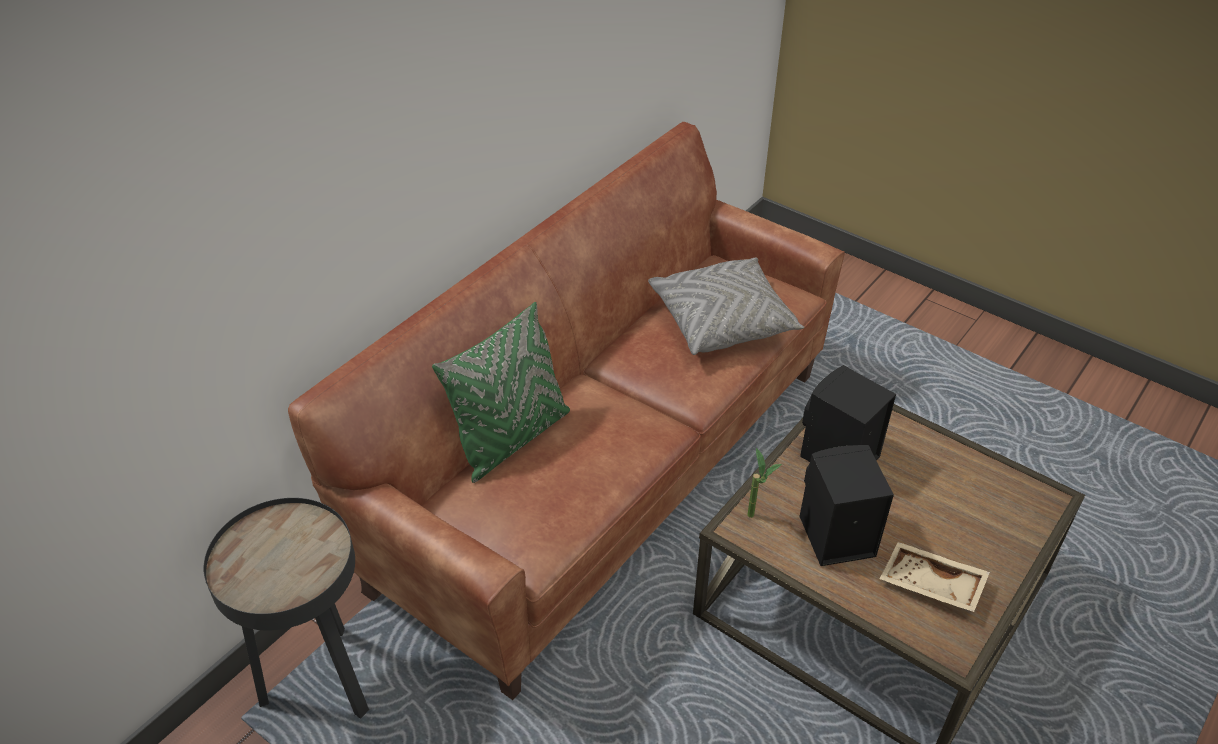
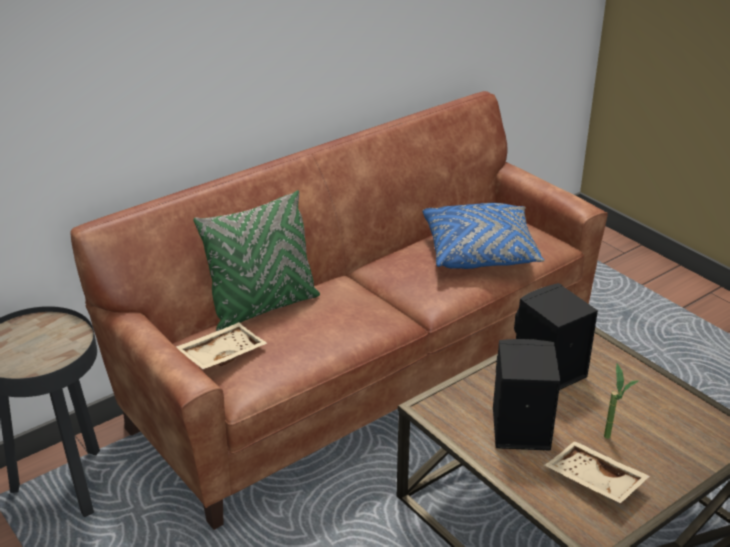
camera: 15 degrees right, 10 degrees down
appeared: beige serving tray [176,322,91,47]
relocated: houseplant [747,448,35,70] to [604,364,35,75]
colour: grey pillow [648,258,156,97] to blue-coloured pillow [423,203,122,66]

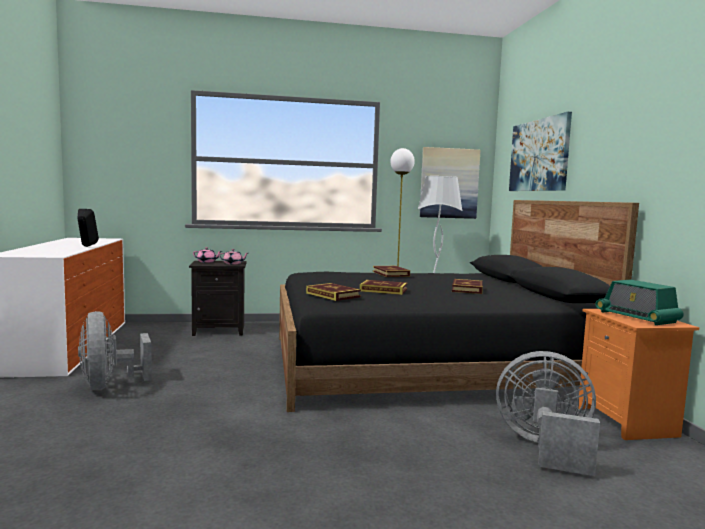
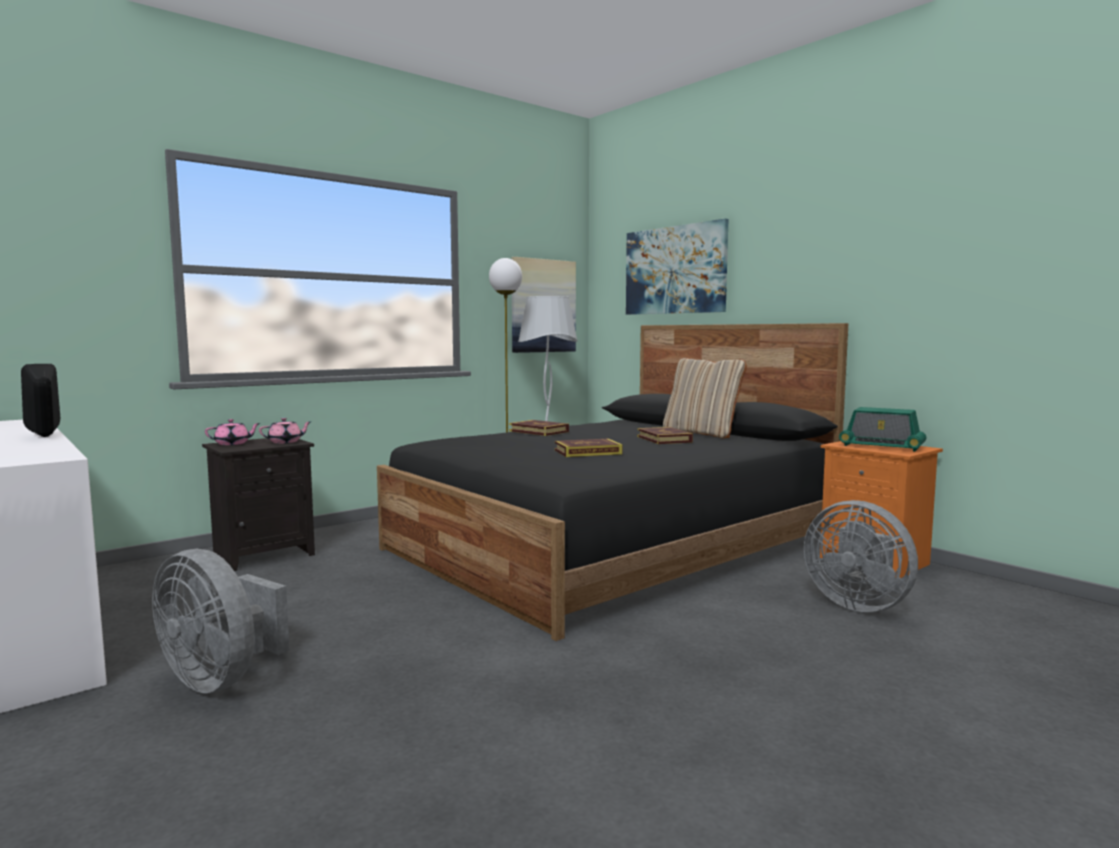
camera: 30 degrees left, 0 degrees up
missing: book [306,283,55,18]
appeared: beige pillow [663,358,84,80]
spun: grey electric fan [496,351,104,125] = [804,500,114,112] 120 degrees counterclockwise

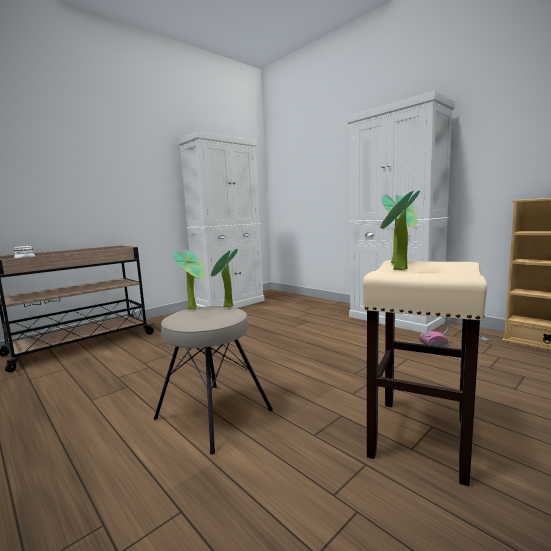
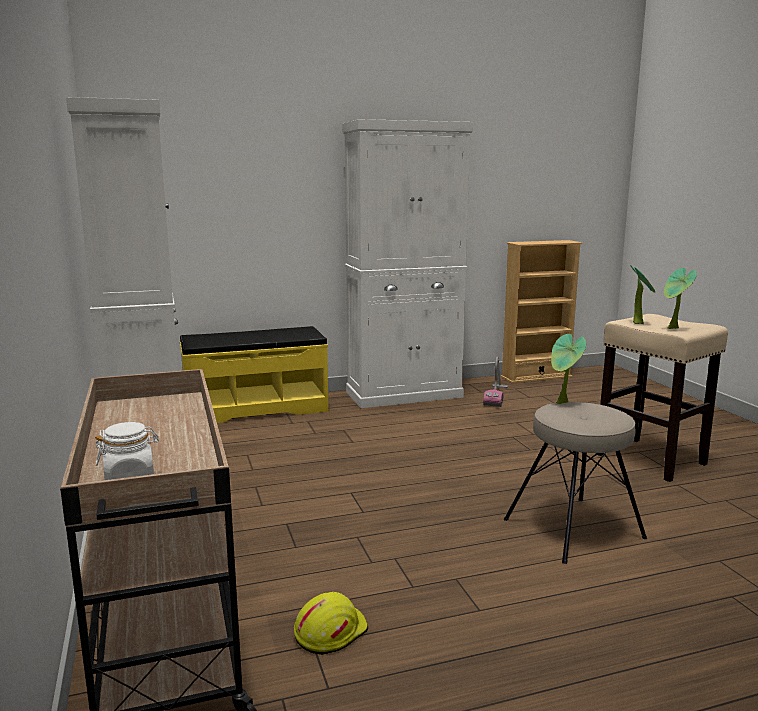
camera: 65 degrees left, 5 degrees up
missing: houseplant [173,250,32,60]
appeared: yellow indoor bench [180,326,149,97]; yellow work helmet [294,592,74,63]

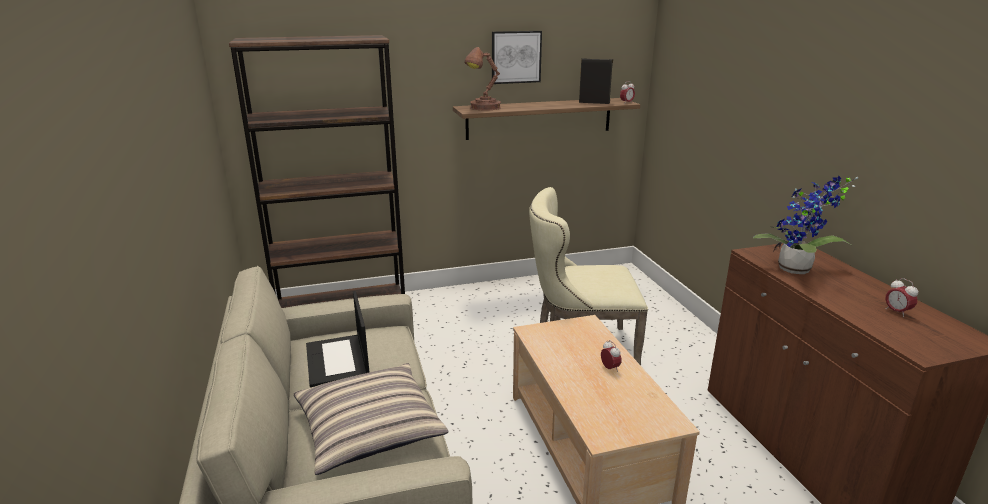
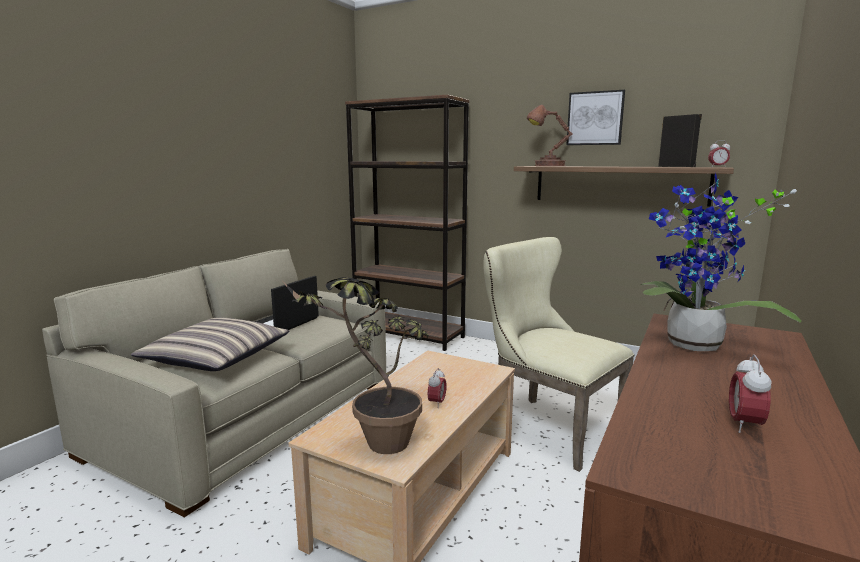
camera: 45 degrees right, 10 degrees down
appeared: houseplant [283,277,146,177]

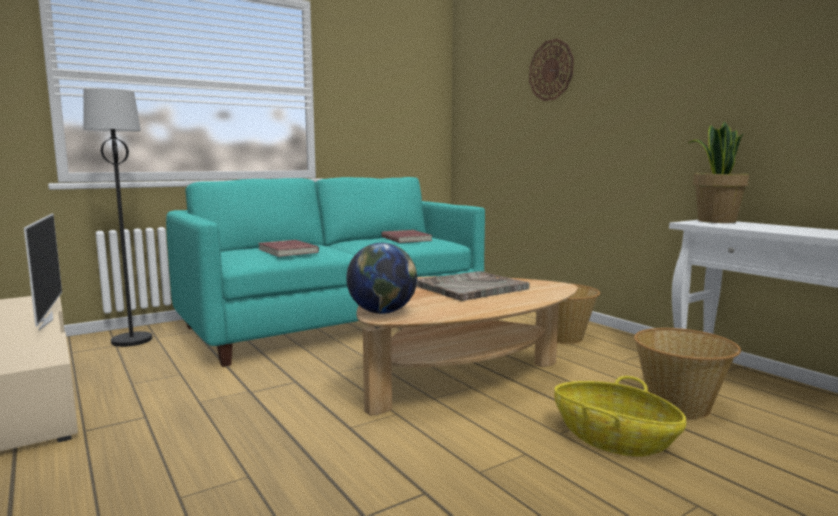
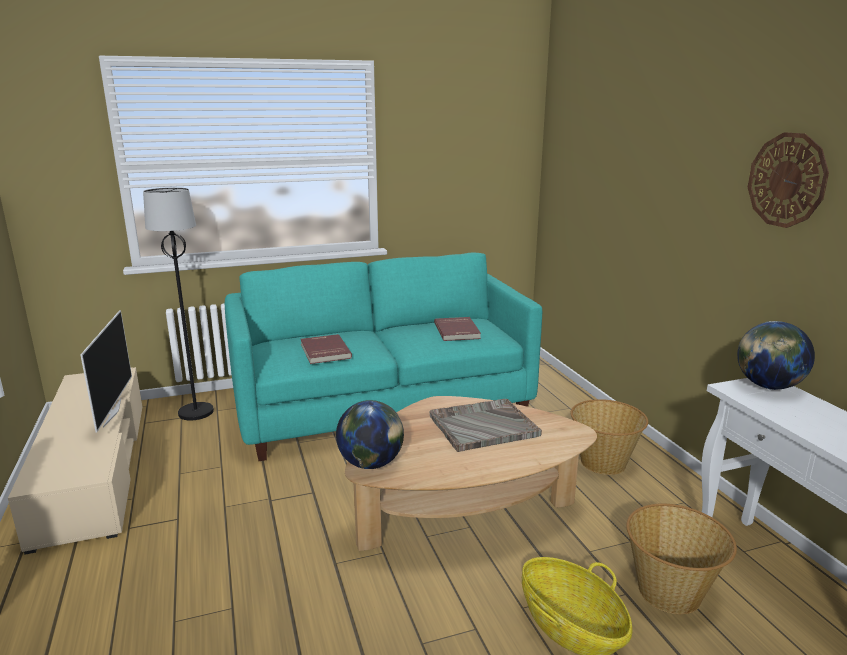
camera: 15 degrees right, 10 degrees up
relocated: hanging clock [529,39,45,62] to [748,132,81,96]
exchanged: houseplant [689,122,60,101] to world globe [737,321,78,69]

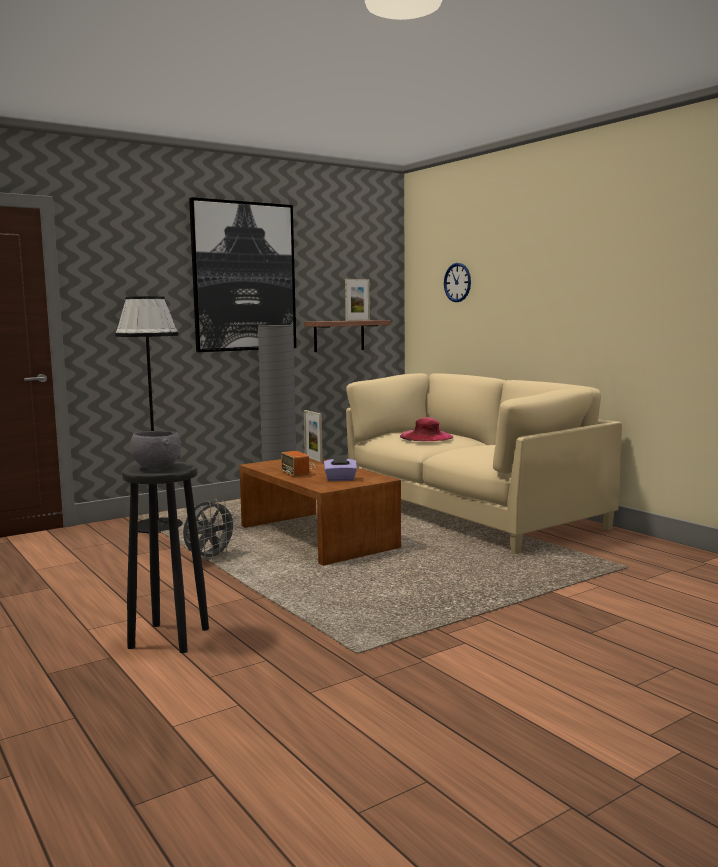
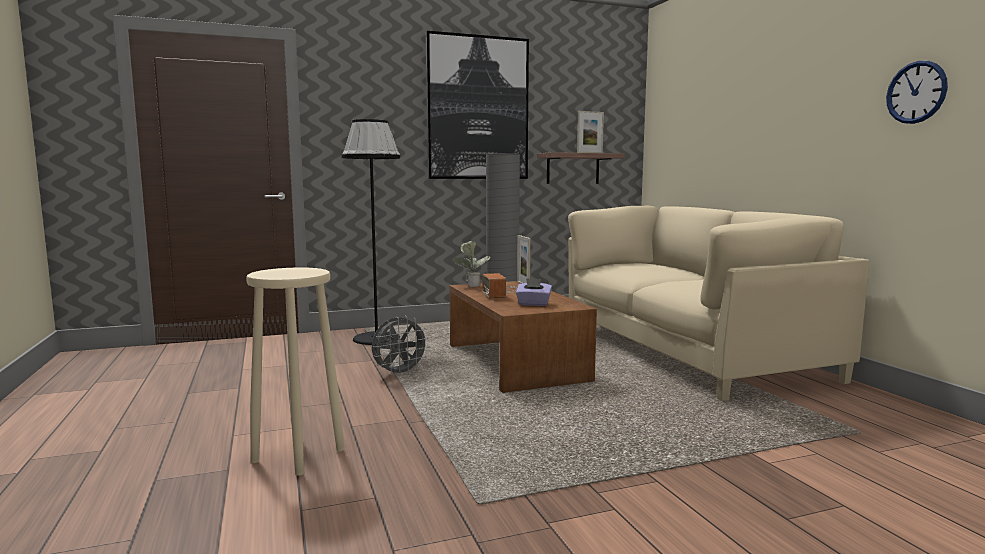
camera: 15 degrees right, 0 degrees up
missing: grey serving bowl [130,431,52,38]; pink-coloured wearable hat [400,417,53,24]
appeared: houseplant [453,241,37,46]
relocated: hanging clock [444,263,27,39] to [886,61,62,63]
colour: blackish sitting stool [121,461,88,192] to beige sitting stool [246,267,99,209]

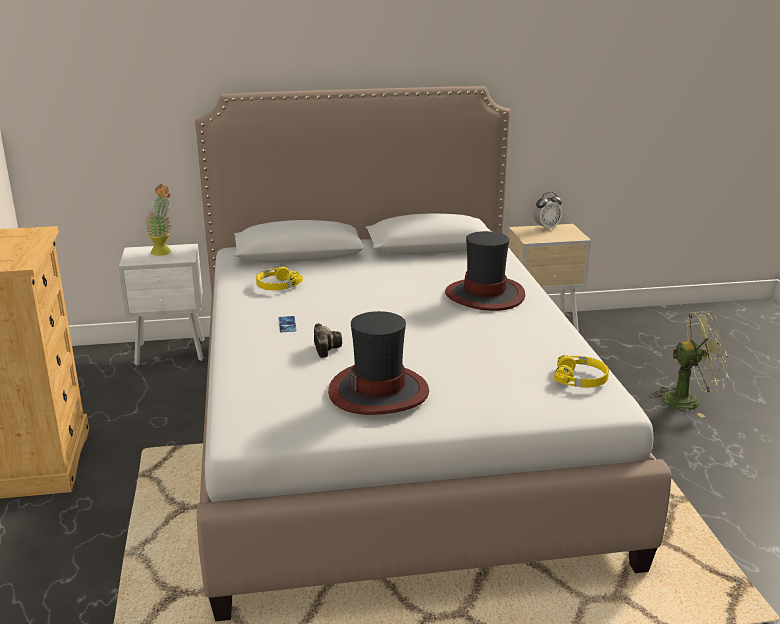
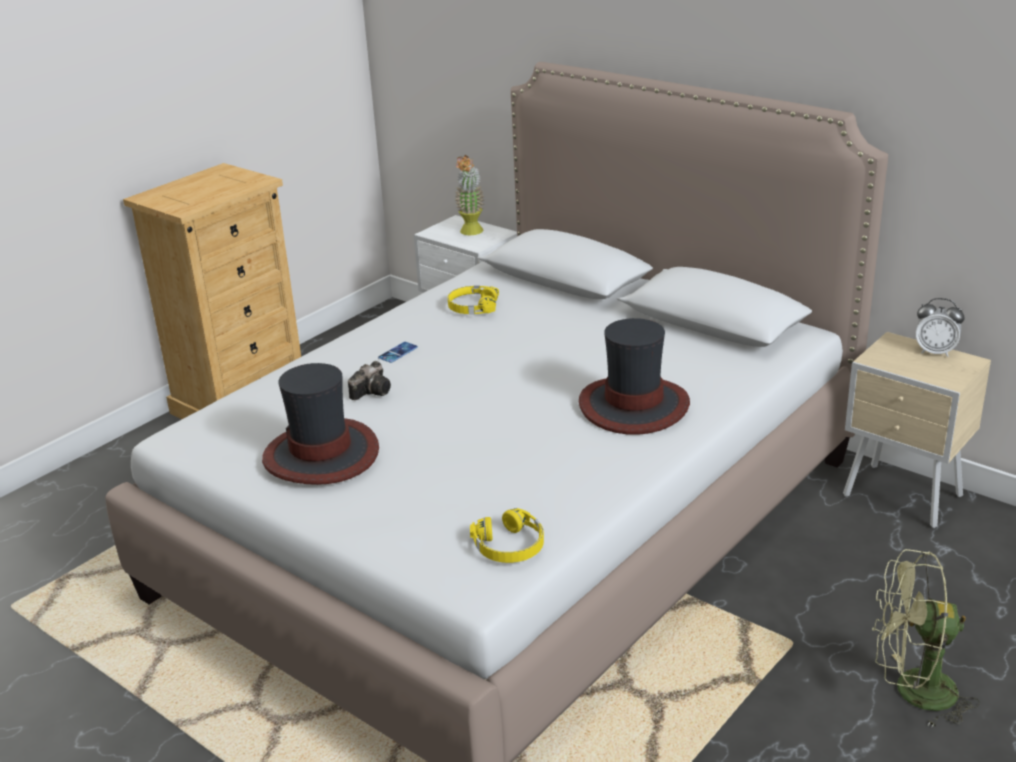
camera: 50 degrees right, 5 degrees up
spun: green-coloured electric fan [649,311,79,107] = [872,549,108,179] 135 degrees clockwise

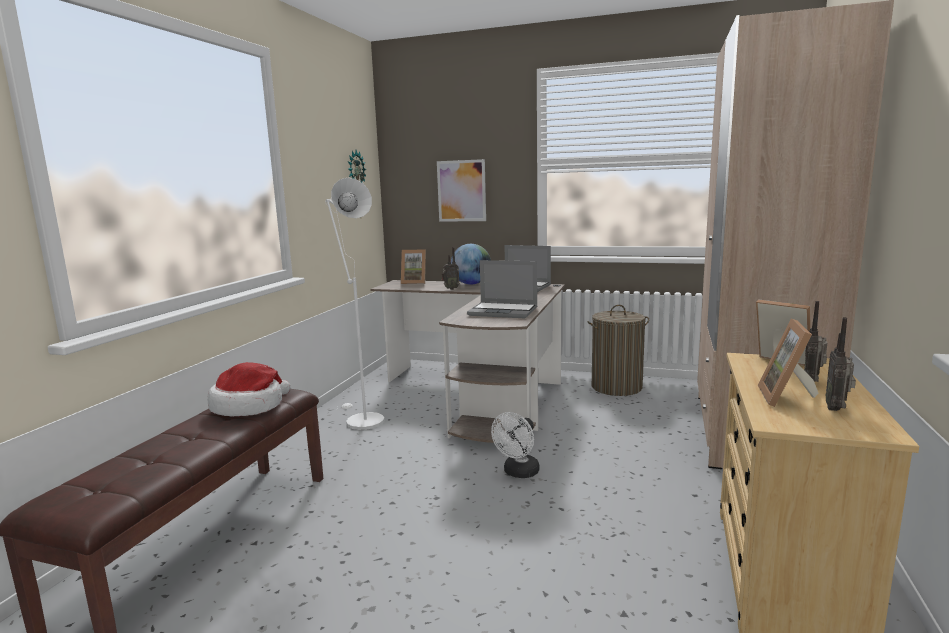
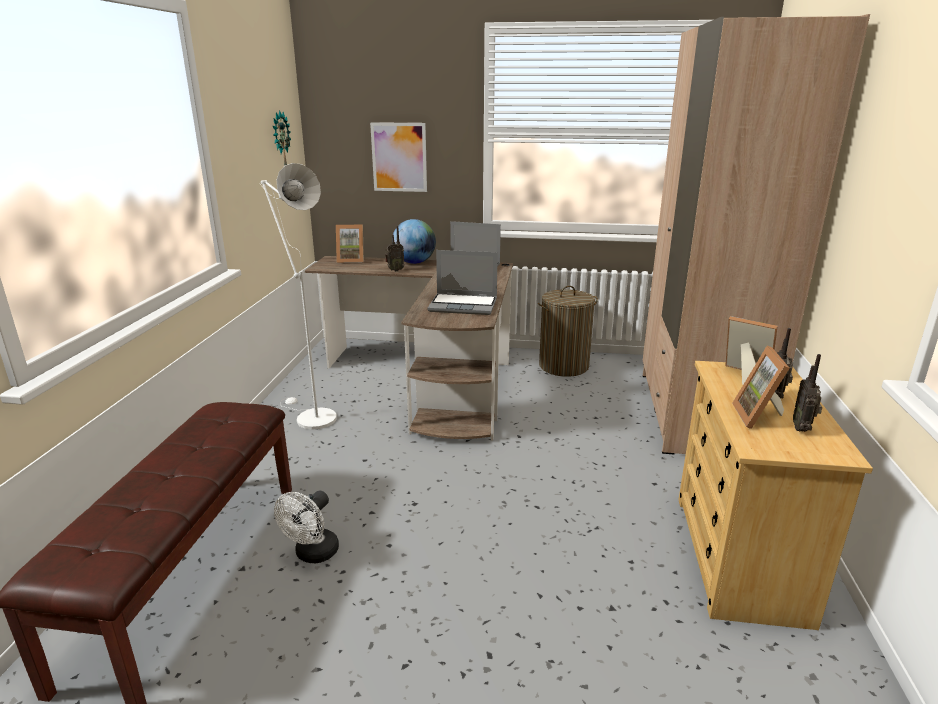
camera: 10 degrees left, 10 degrees up
missing: wearable hat [208,362,82,54]
relocated: white electric fan [491,412,48,66] to [274,491,65,72]

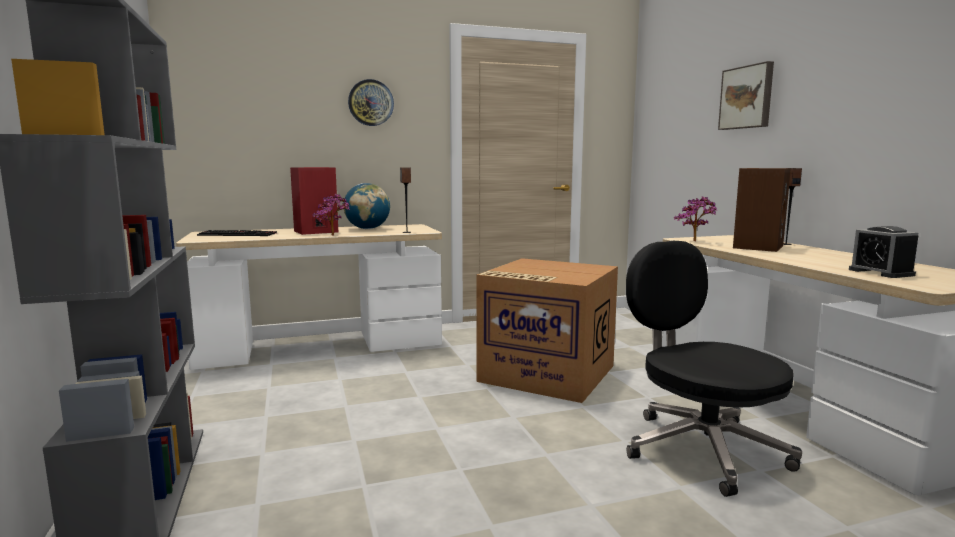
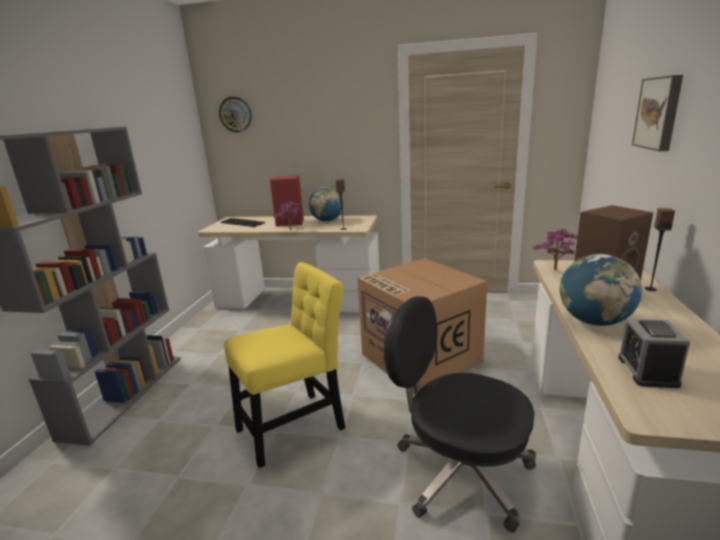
camera: 30 degrees right, 10 degrees up
appeared: yellow chair [224,262,121,206]; world globe [560,254,82,72]
relocated: hanging clock [348,79,46,47] to [219,97,33,35]
spun: blackish computer chair [626,241,176,256] = [384,296,152,237] 60 degrees counterclockwise

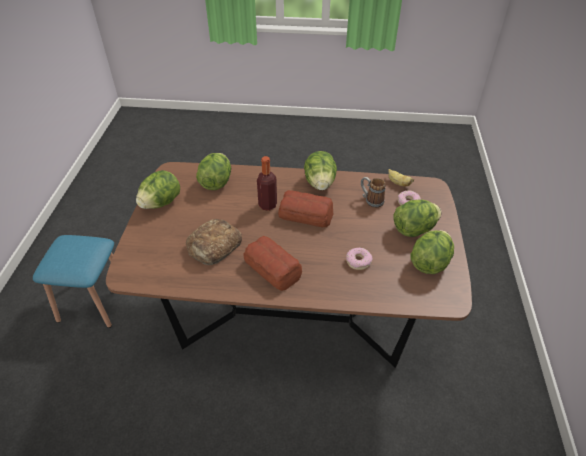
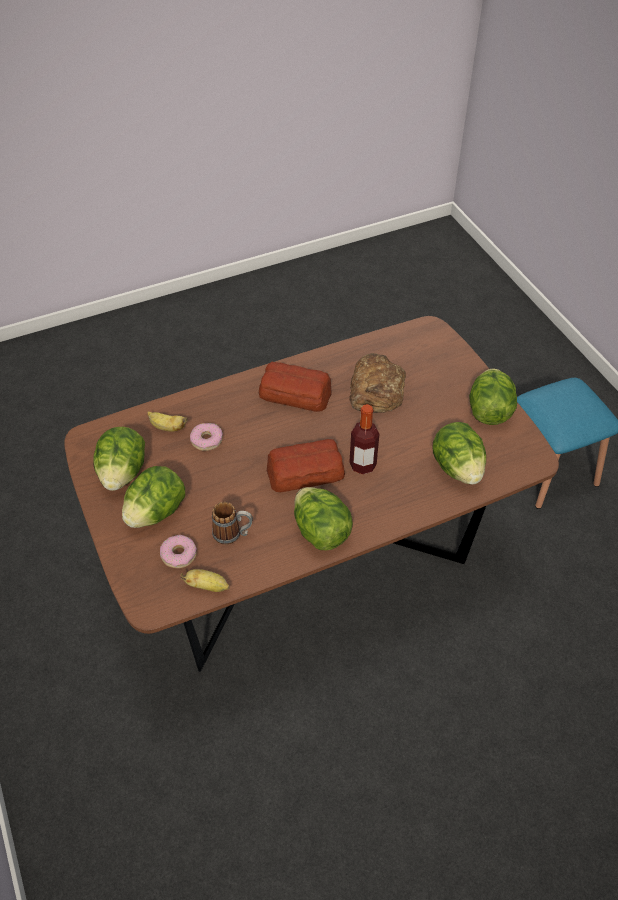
camera: 150 degrees right, 5 degrees up
appeared: banana fruit [147,411,41,21]

